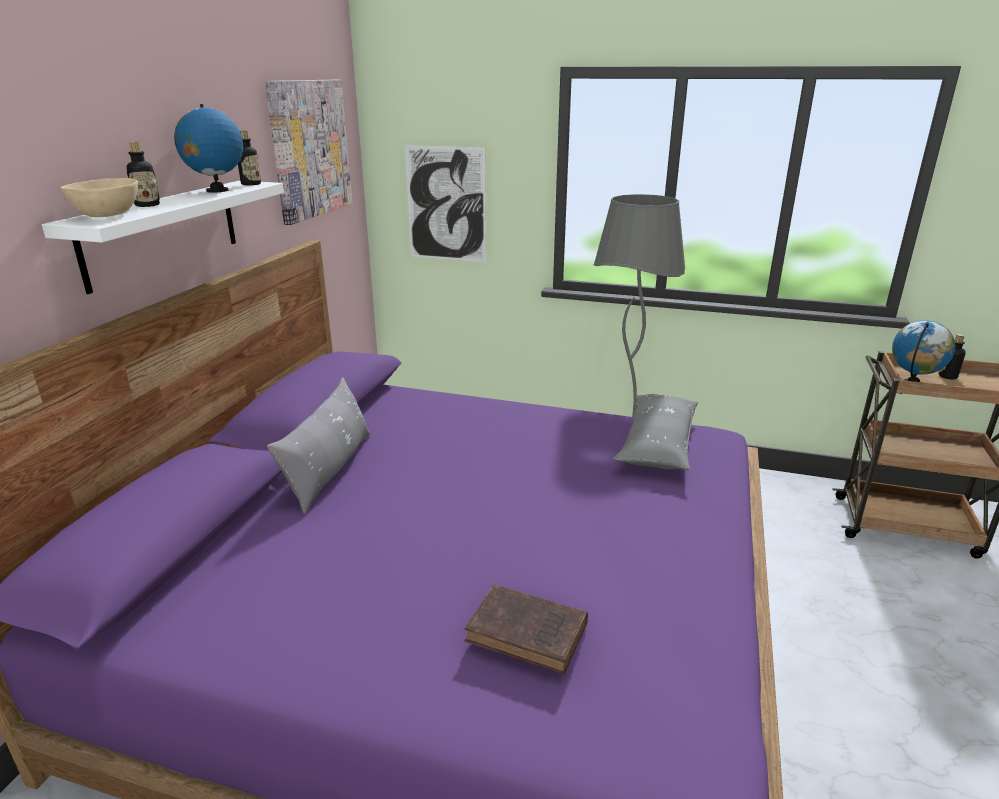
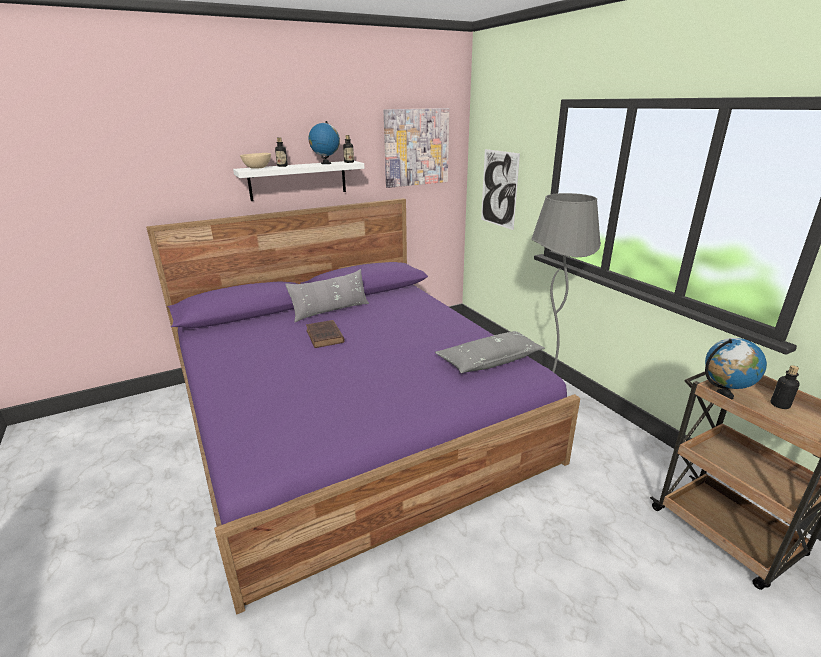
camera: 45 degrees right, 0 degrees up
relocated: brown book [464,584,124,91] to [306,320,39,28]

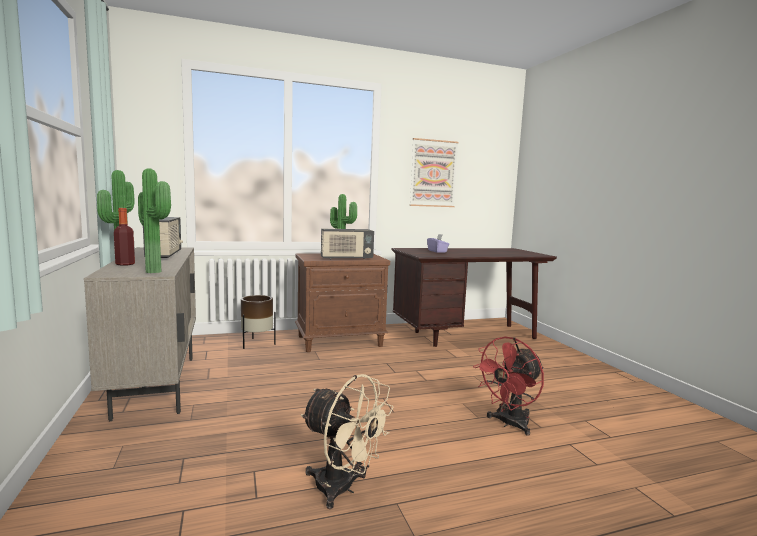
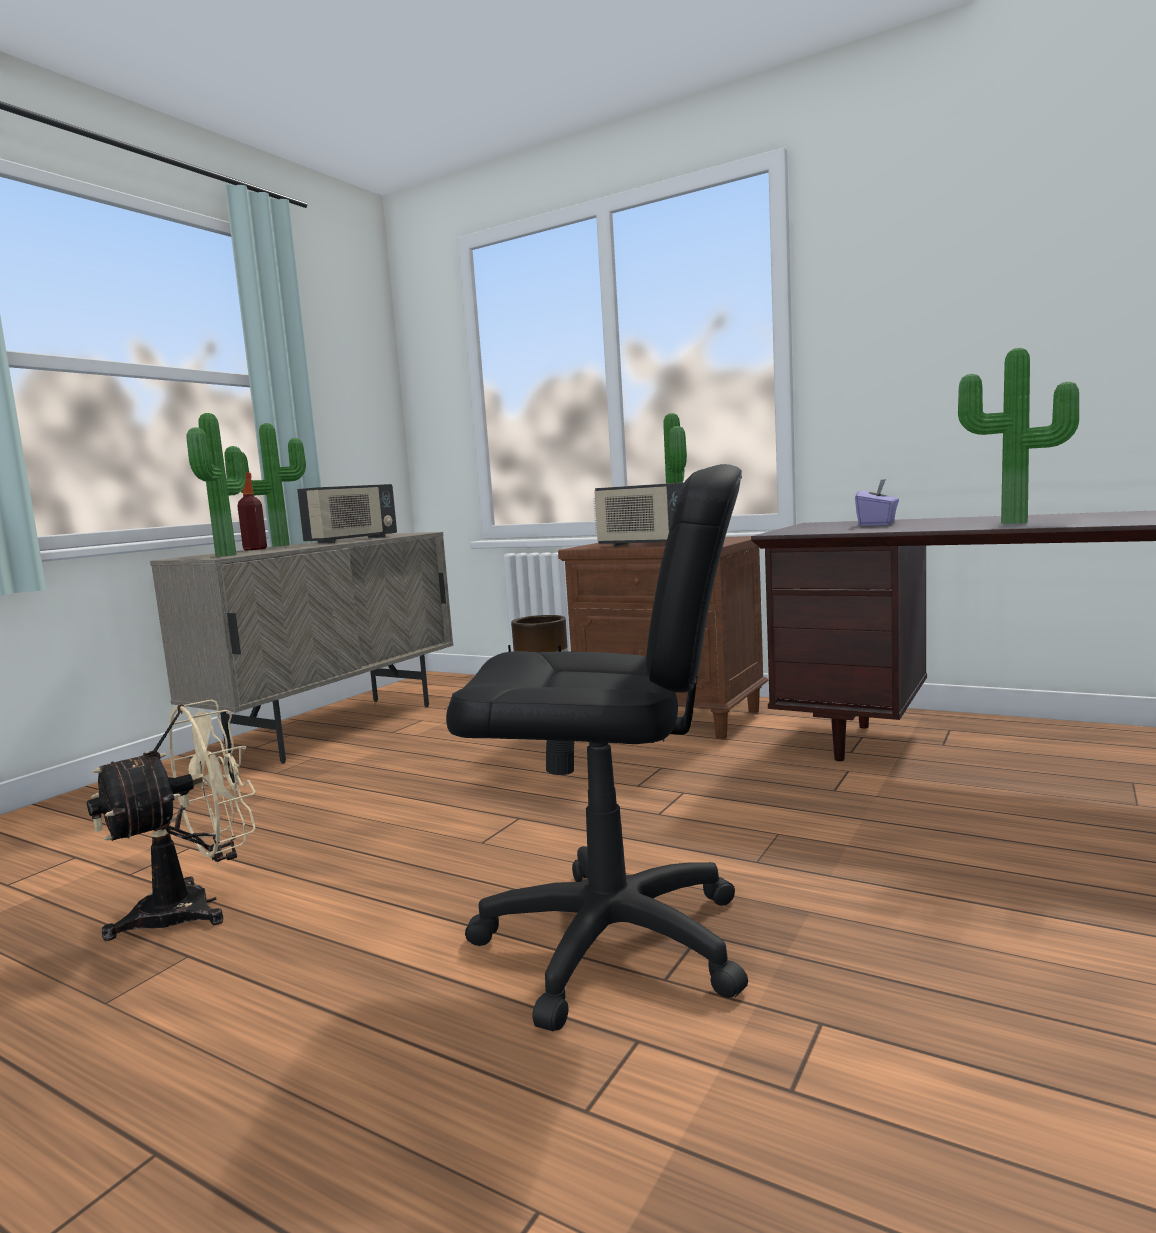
camera: 50 degrees right, 0 degrees up
missing: picture [410,138,49,69]
appeared: houseplant [958,348,121,176]
exchanged: red electric fan [473,336,71,100] to blackish computer chair [446,464,302,567]
spun: beige electric fan [301,374,93,135] = [87,699,169,242] 120 degrees counterclockwise

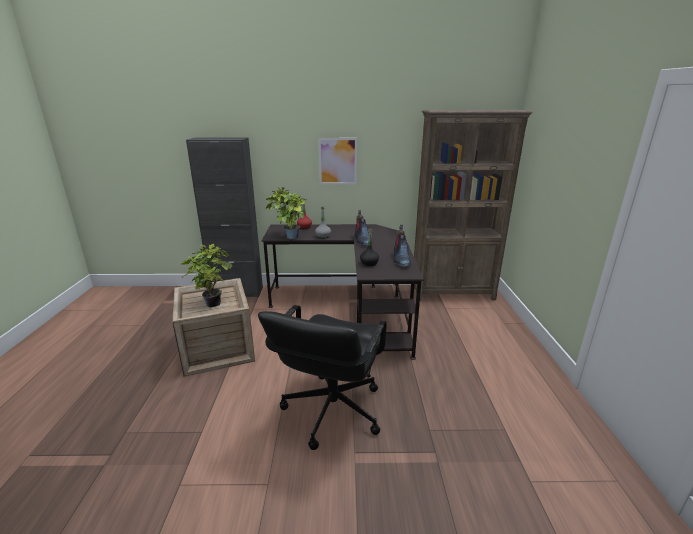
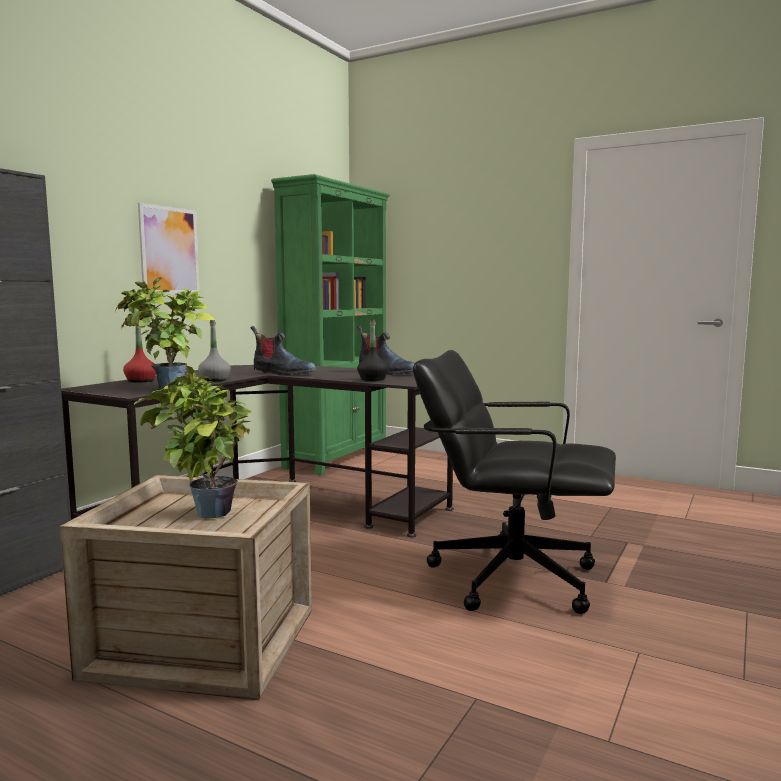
camera: 60 degrees left, 15 degrees down
colour: brown shelving unit [414,110,119,191] to green-coloured shelving unit [271,174,119,301]
spun: blackish computer chair [258,305,129,145] = [413,350,203,264] 150 degrees clockwise

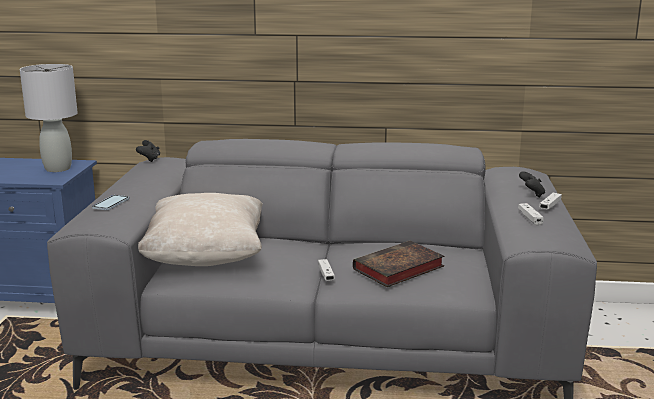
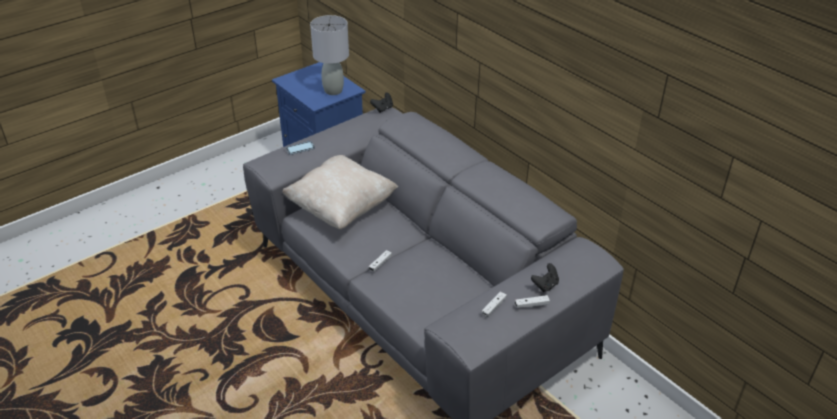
camera: 45 degrees right, 20 degrees up
missing: book [353,241,91,46]

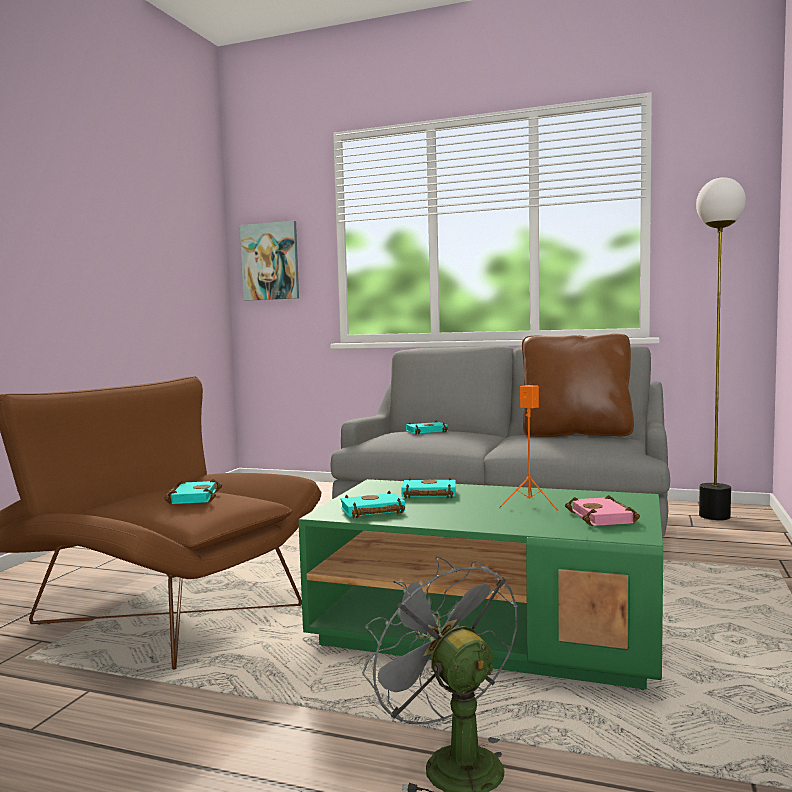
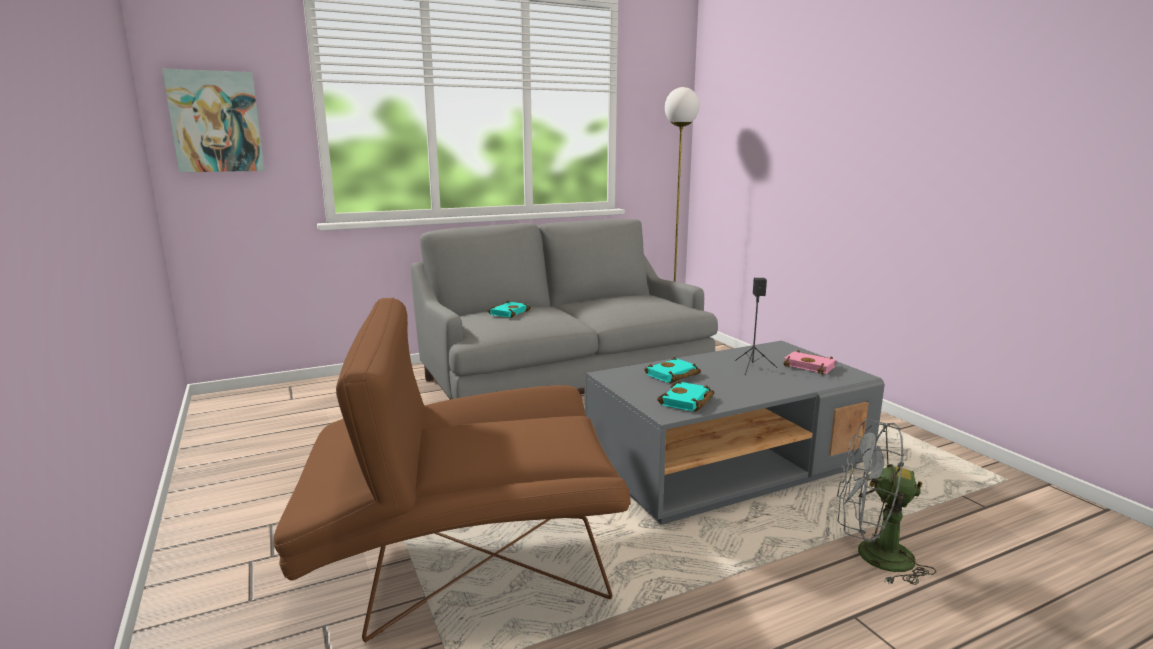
camera: 45 degrees left, 10 degrees up
missing: turquoise-coloured book [164,479,58,26]; brown pillow [522,334,112,103]
colour: green-coloured coffee table [299,479,364,211] to grey coffee table [584,341,301,184]; orange audio speaker [499,385,59,126] to blackish audio speaker [735,278,42,97]

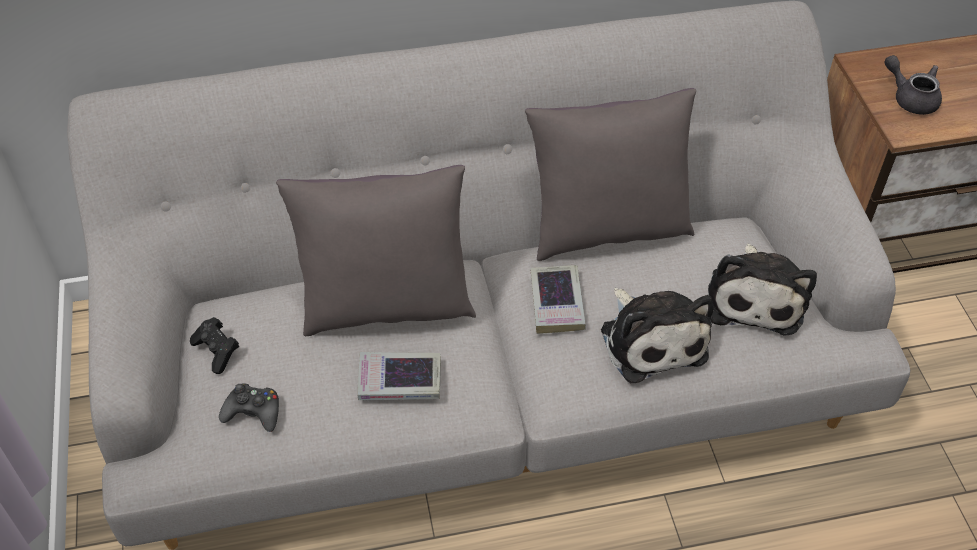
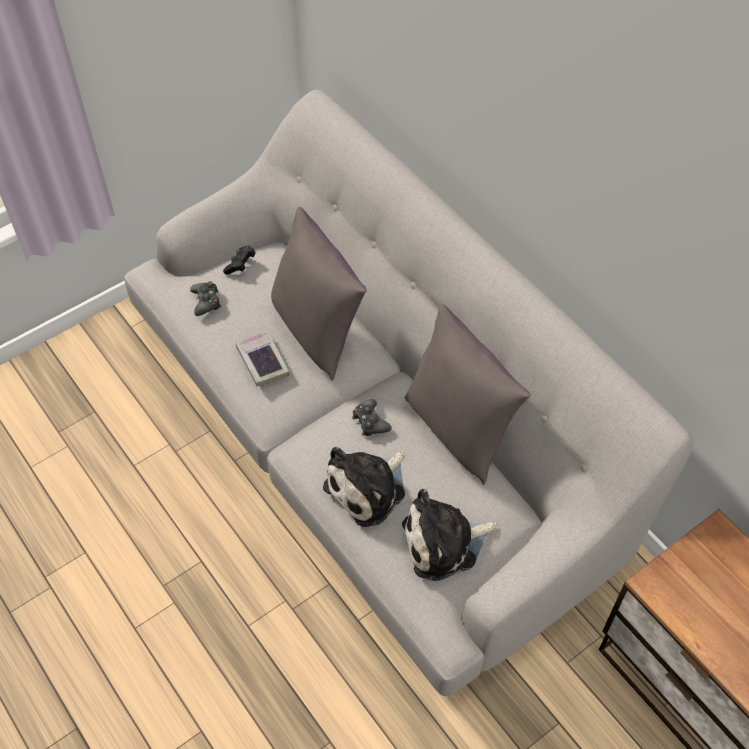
camera: 65 degrees right, 5 degrees up
missing: grey teapot [885,55,57,60]
exchanged: book [530,265,56,69] to blackish joypad [352,399,40,37]

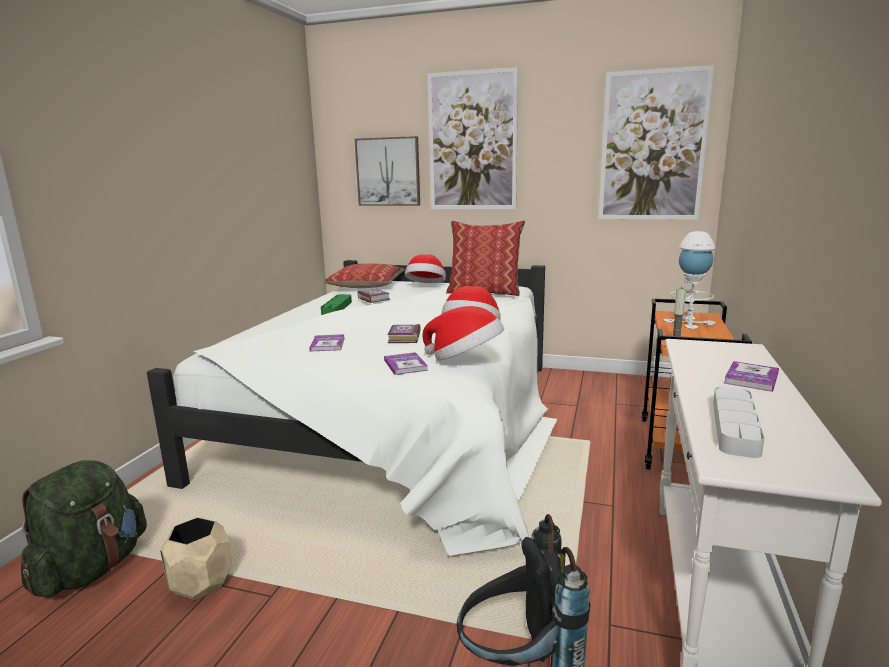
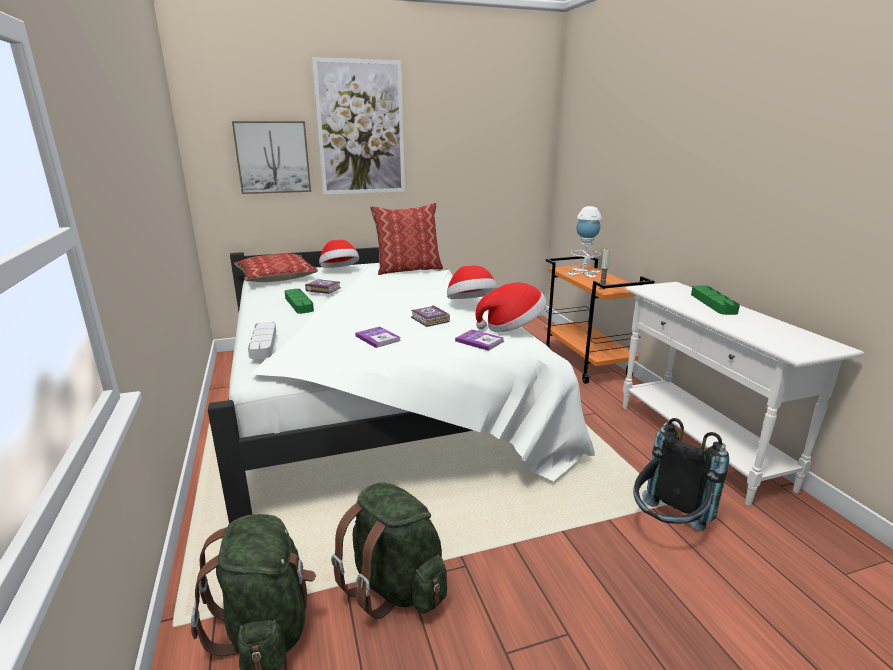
camera: 35 degrees left, 5 degrees up
missing: picture [598,65,116,155]
relocated: grey serving tray [713,387,52,71] to [248,322,28,37]
exchanged: beige planter [160,517,72,83] to green-coloured backpack [331,482,116,137]; book [724,361,55,31] to green-coloured serving tray [691,286,49,29]

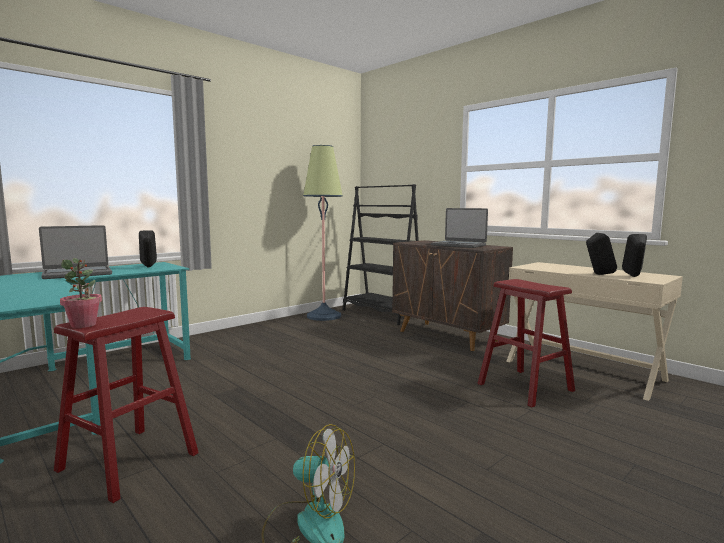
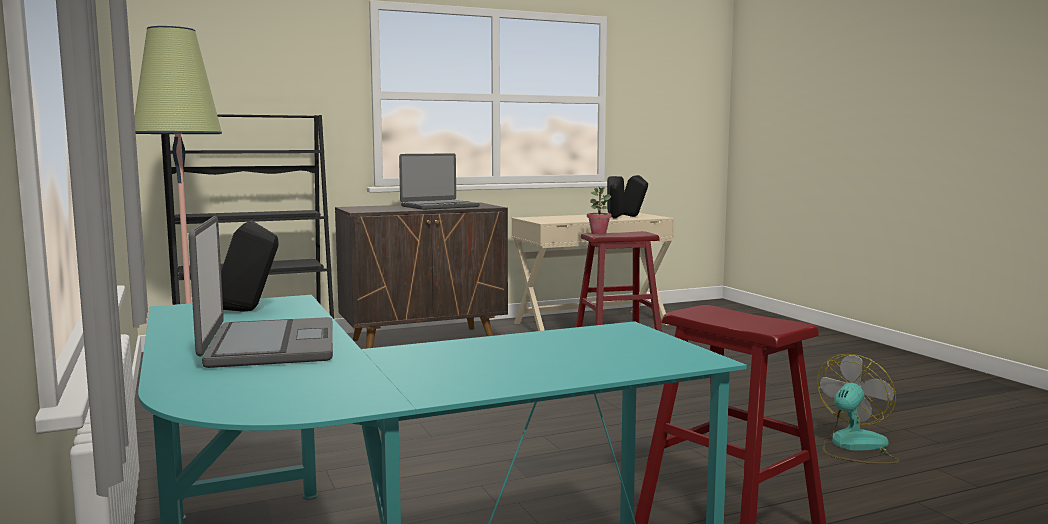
camera: 70 degrees left, 0 degrees up
relocated: houseplant [60,258,42,70] to [587,187,24,47]

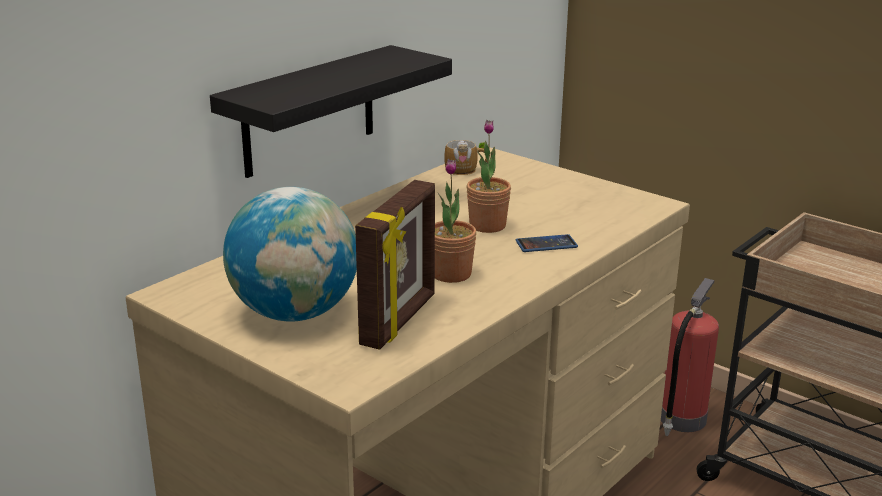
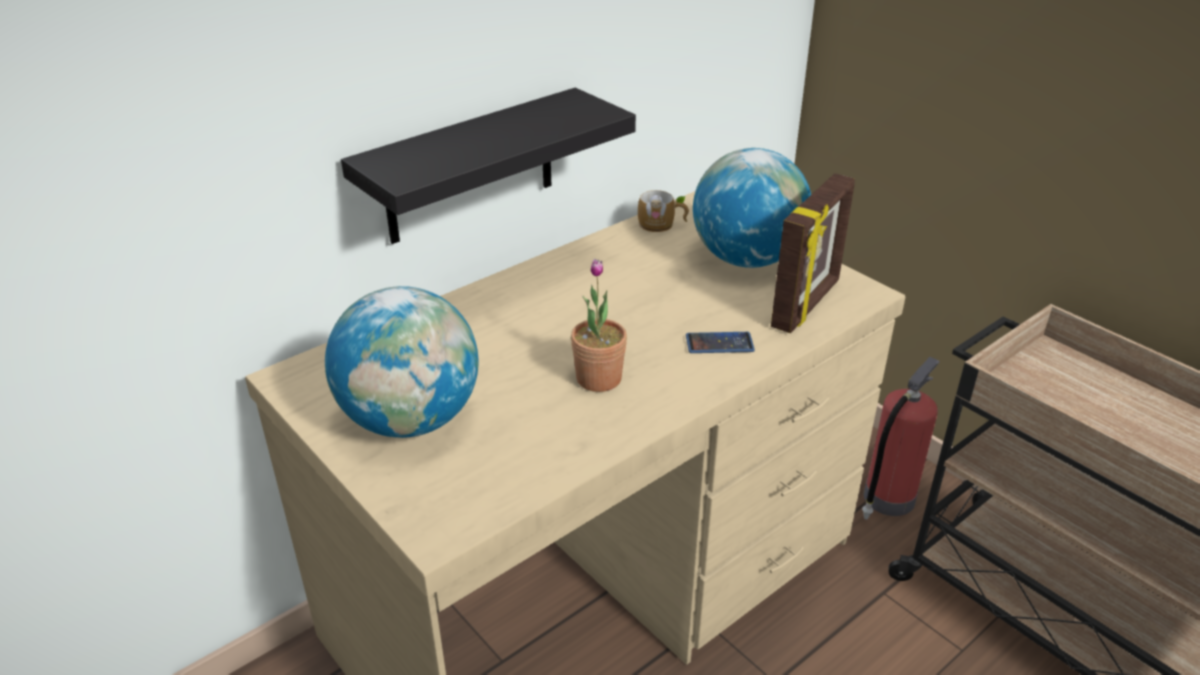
camera: 10 degrees right, 10 degrees up
missing: houseplant [466,120,45,113]
appeared: world globe [693,148,118,120]
relocated: picture frame [355,180,80,170] to [771,173,84,160]

